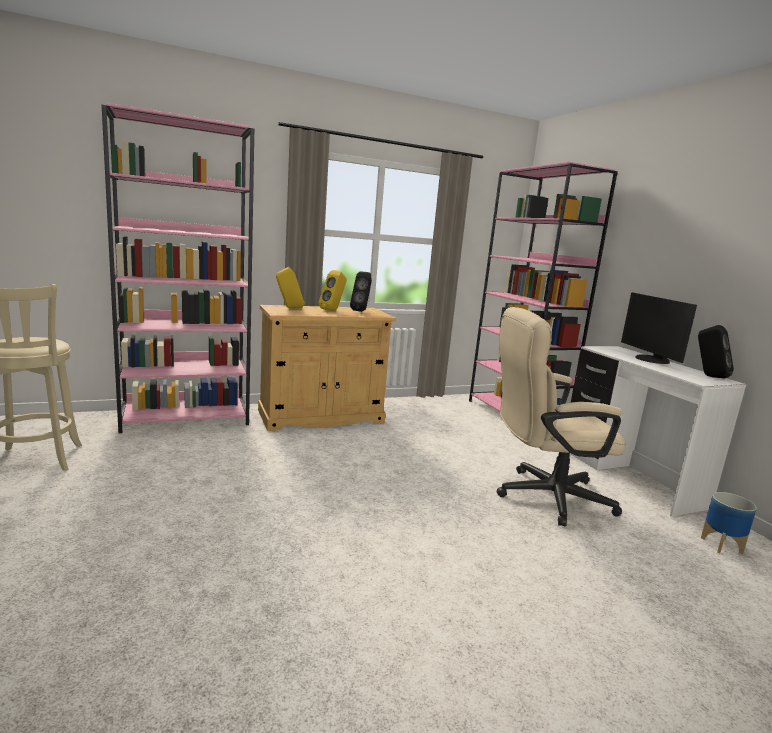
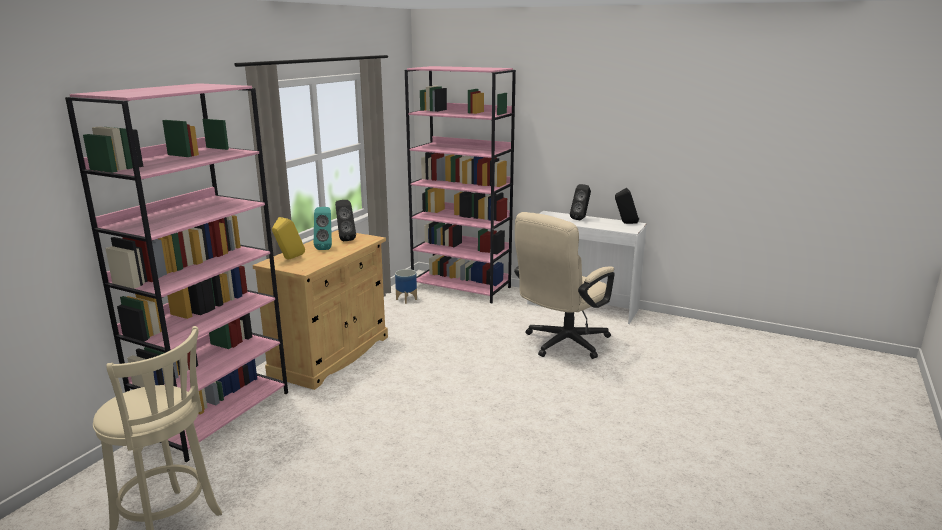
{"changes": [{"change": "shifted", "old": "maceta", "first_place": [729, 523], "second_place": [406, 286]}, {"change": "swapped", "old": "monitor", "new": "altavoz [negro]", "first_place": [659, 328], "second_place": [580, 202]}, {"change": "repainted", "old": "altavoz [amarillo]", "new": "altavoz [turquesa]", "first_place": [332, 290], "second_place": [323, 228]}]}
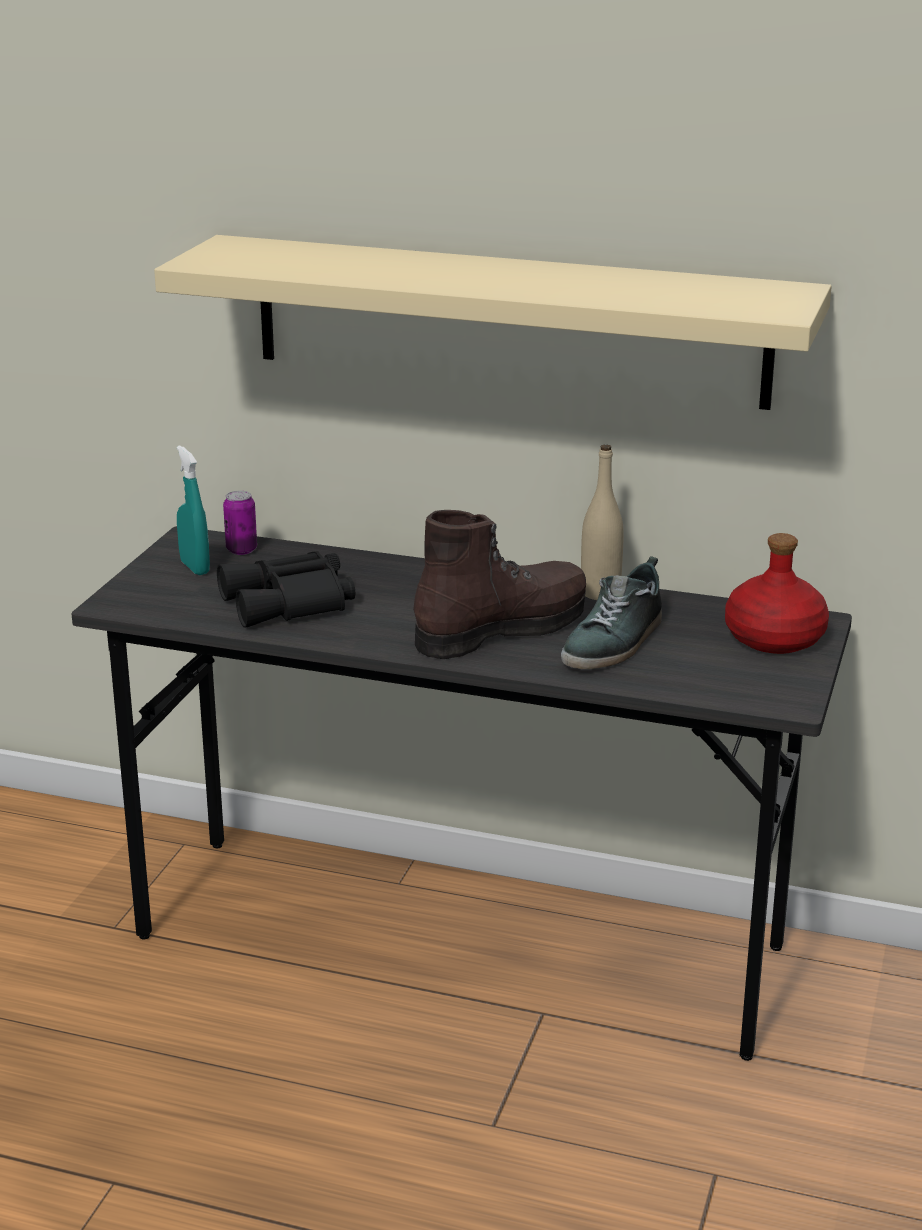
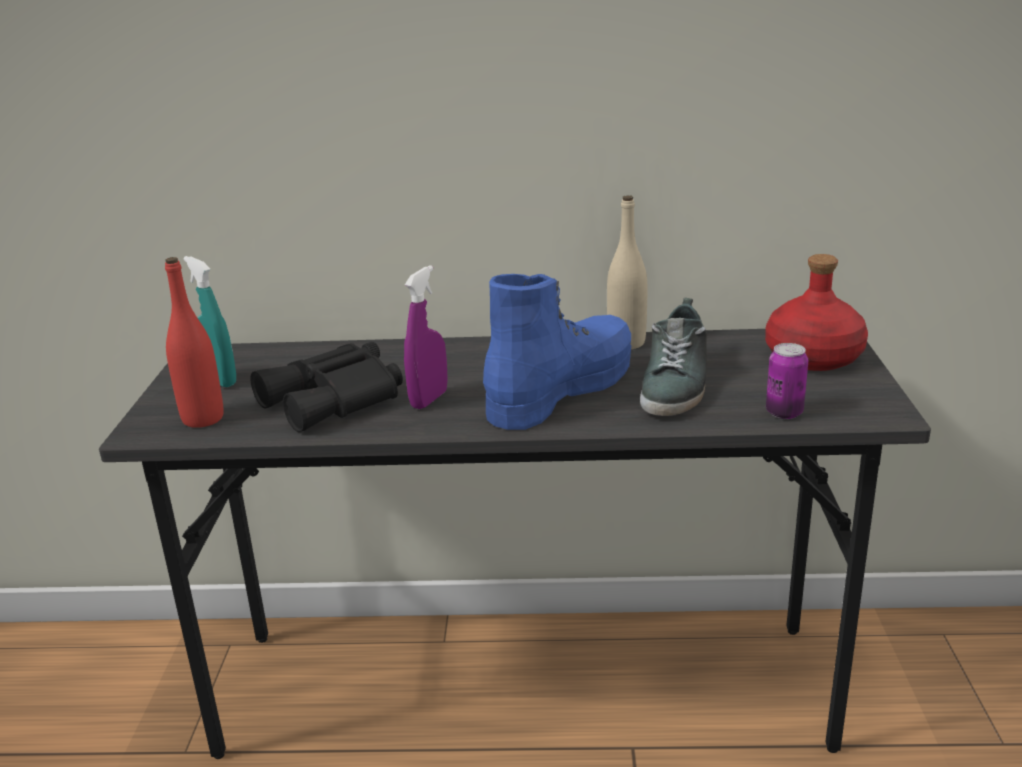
{"changes": [{"change": "gone", "old": "estante [beis]", "first_place": [493, 322]}, {"change": "new", "new": "botella [rojo]", "second_place": [194, 342]}, {"change": "new", "new": "pulverizador [morado]", "second_place": [426, 337]}, {"change": "shifted", "old": "lata", "first_place": [240, 523], "second_place": [787, 381]}, {"change": "repainted", "old": "bota [marrón]", "new": "bota [azul]", "first_place": [499, 584], "second_place": [557, 352]}]}
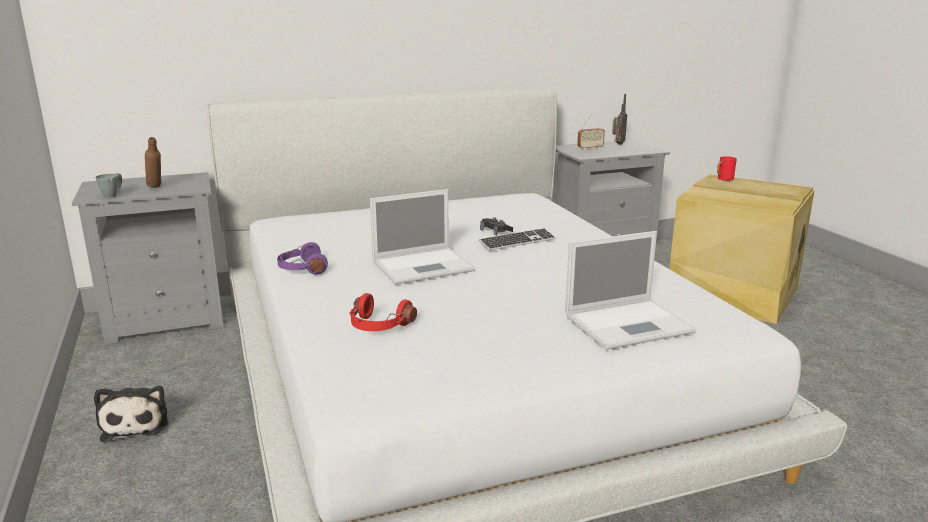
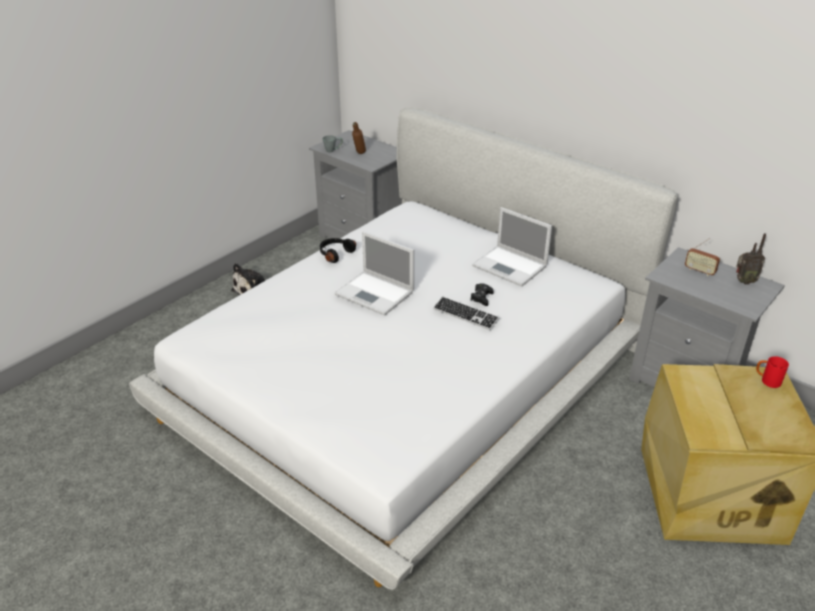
{"changes": [{"change": "gone", "old": "auriculares [rojo]", "first_place": [383, 312]}, {"change": "shifted", "old": "portátil", "first_place": [630, 290], "second_place": [512, 246]}, {"change": "repainted", "old": "auriculares [morado]", "new": "auriculares [negro]", "first_place": [302, 258], "second_place": [338, 250]}]}
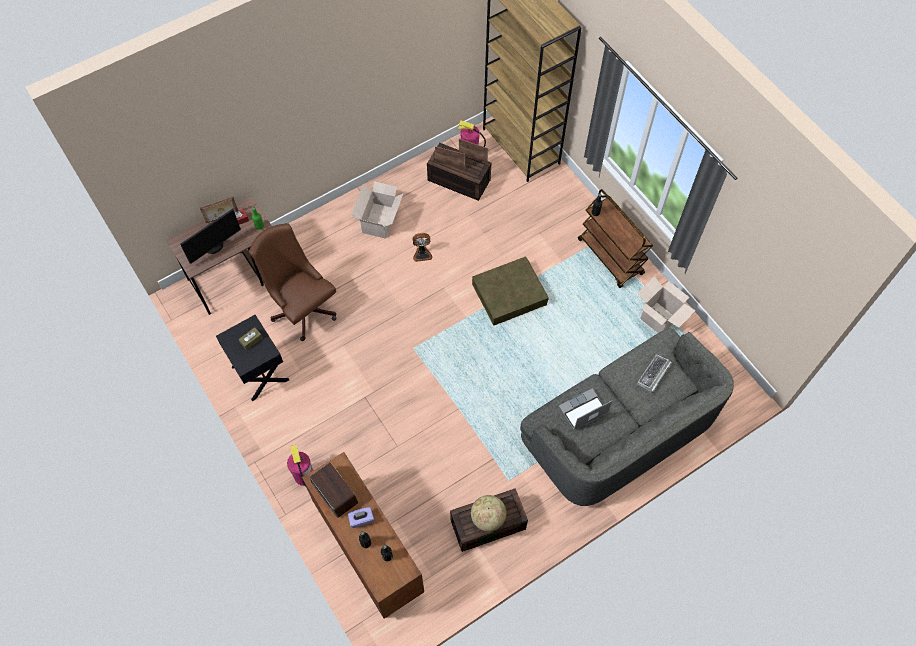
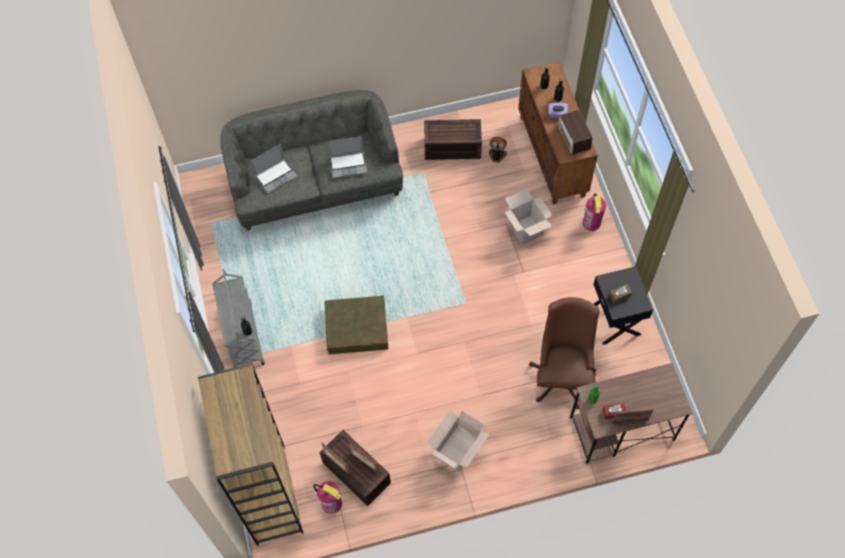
{"changes": [{"change": "gone", "old": "monitor", "first_place": [210, 236]}, {"change": "gone", "old": "globo terráqueo", "first_place": [489, 513]}, {"change": "shifted", "old": "ventilador", "first_place": [422, 247], "second_place": [498, 150]}, {"change": "shifted", "old": "caja de cartón", "first_place": [667, 304], "second_place": [528, 217]}, {"change": "swapped", "old": "teclado", "new": "portátil", "first_place": [654, 373], "second_place": [274, 169]}, {"change": "repainted", "old": "carrito [marrón]", "new": "carrito [gris]", "first_place": [615, 238], "second_place": [238, 318]}, {"change": "rotated", "old": "silla de oficina [marrón]", "first_place": [292, 282], "second_place": [564, 353], "degrees": -150}]}
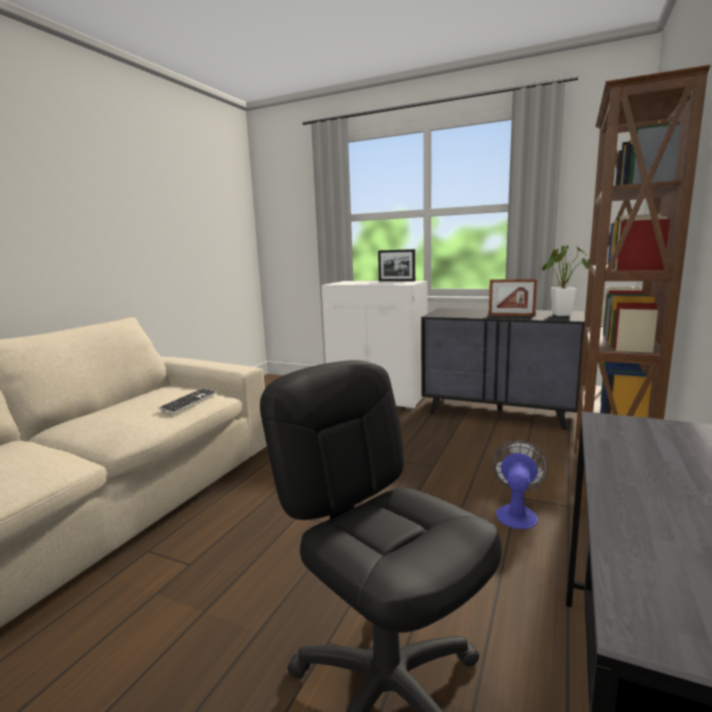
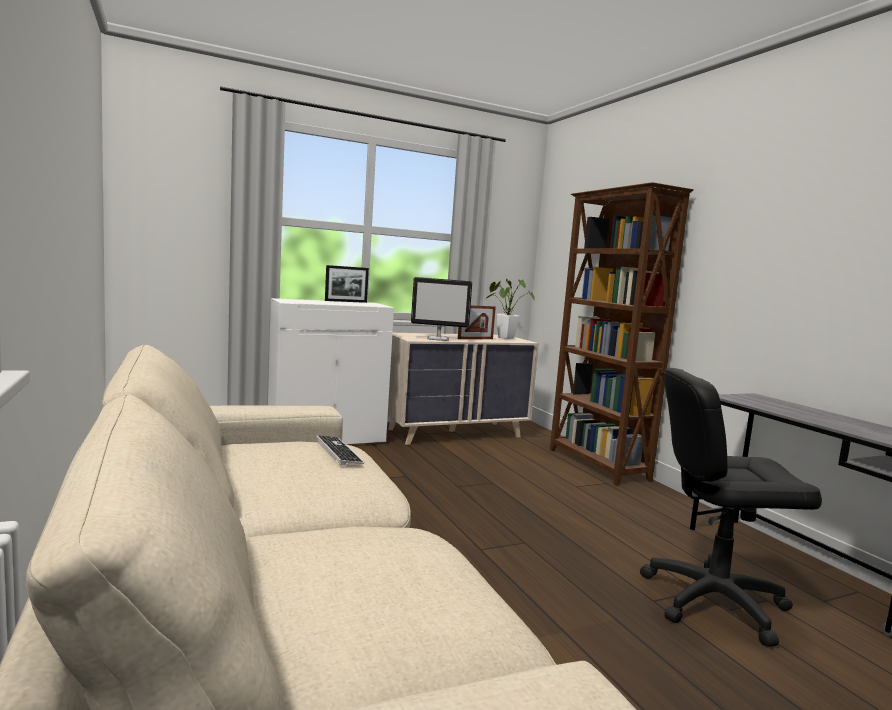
{"changes": [{"change": "gone", "old": "ventilador", "first_place": [520, 485]}, {"change": "new", "new": "monitor", "second_place": [441, 309]}, {"change": "repainted", "old": "cómoda [negro]", "new": "cómoda [beis]", "first_place": [503, 369], "second_place": [463, 389]}]}
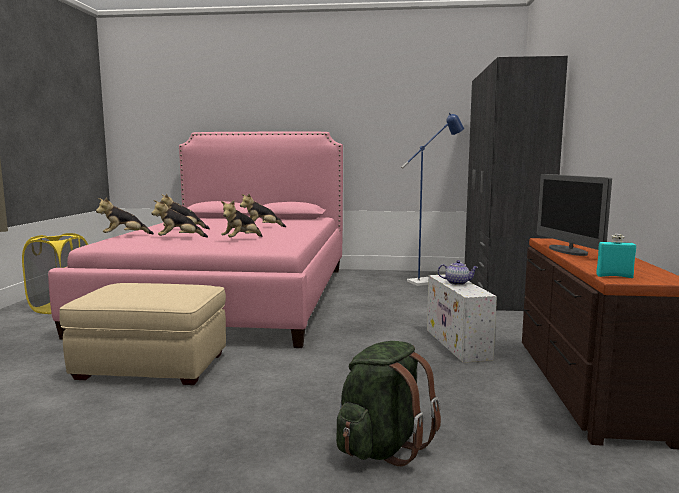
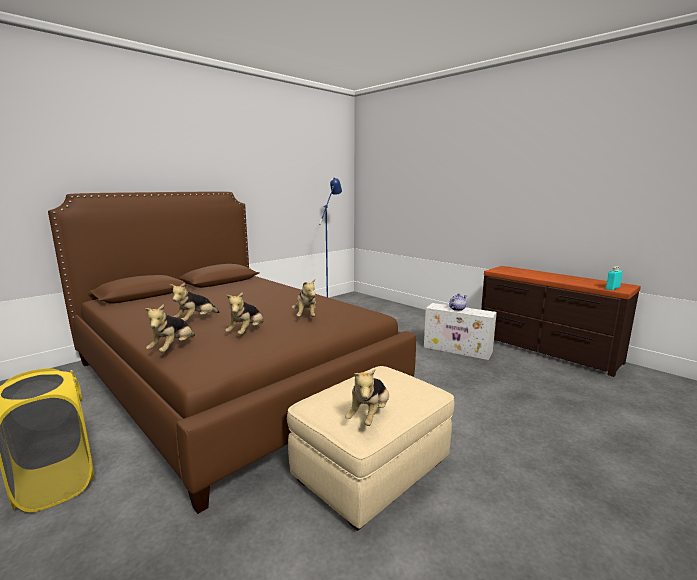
{"changes": [{"change": "gone", "old": "mochila [verde]", "first_place": [388, 403]}, {"change": "gone", "old": "armario ropero [gris]", "first_place": [516, 183]}, {"change": "gone", "old": "monitor", "first_place": [574, 215]}, {"change": "shifted", "old": "peluche", "first_place": [263, 210], "second_place": [367, 397]}, {"change": "repainted", "old": "cama [rosa]", "new": "cama [marrón]", "first_place": [195, 239], "second_place": [232, 353]}]}
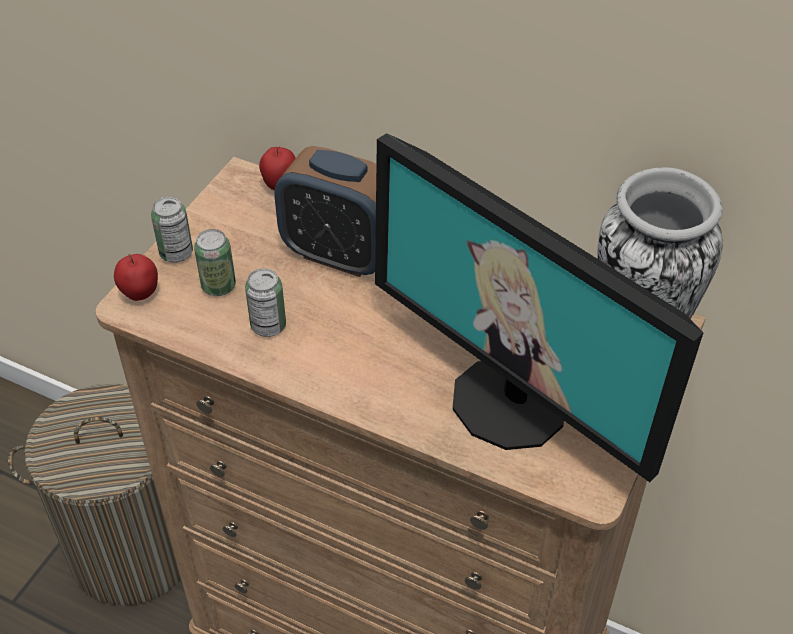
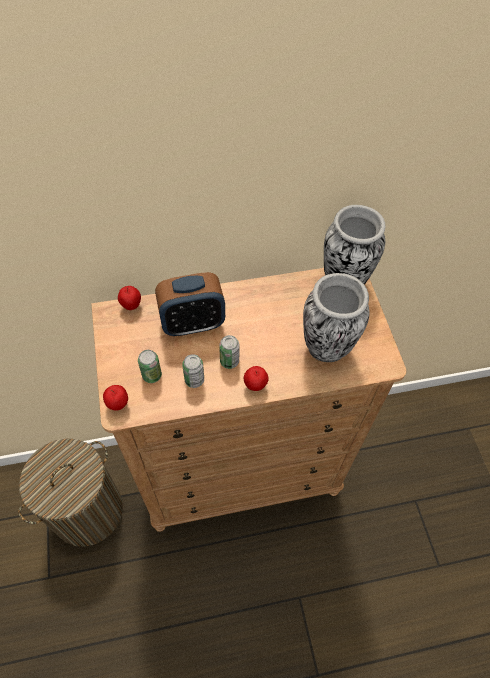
{"changes": [{"change": "new", "new": "manzana", "second_place": [256, 378]}, {"change": "shifted", "old": "lata", "first_place": [172, 229], "second_place": [229, 352]}, {"change": "swapped", "old": "monitor", "new": "florero", "first_place": [539, 307], "second_place": [336, 317]}]}
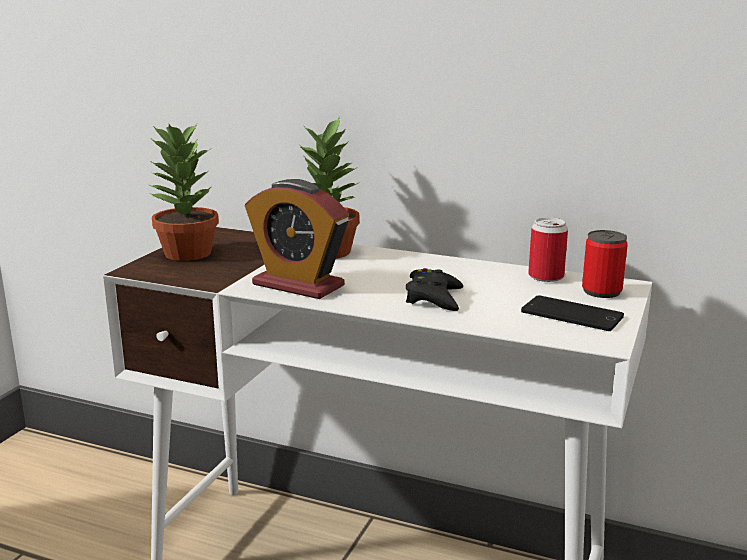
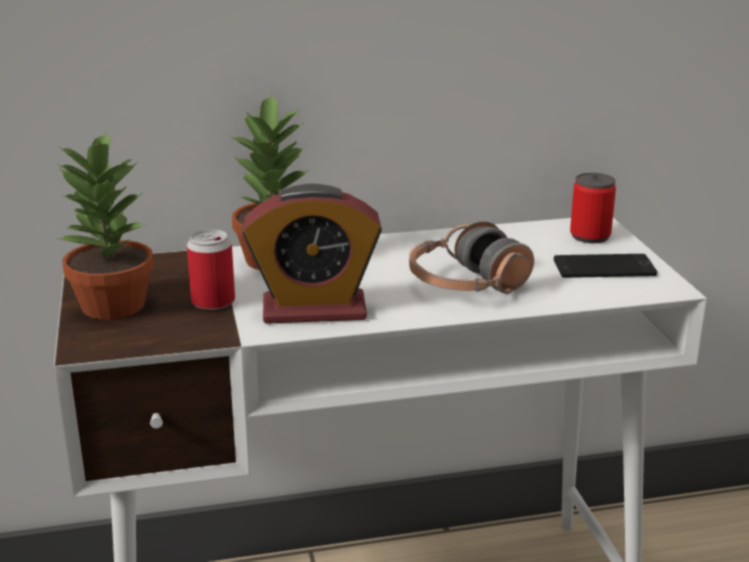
{"changes": [{"change": "shifted", "old": "lata", "first_place": [548, 249], "second_place": [211, 269]}, {"change": "swapped", "old": "mando de consola [negro]", "new": "auriculares", "first_place": [434, 289], "second_place": [471, 258]}]}
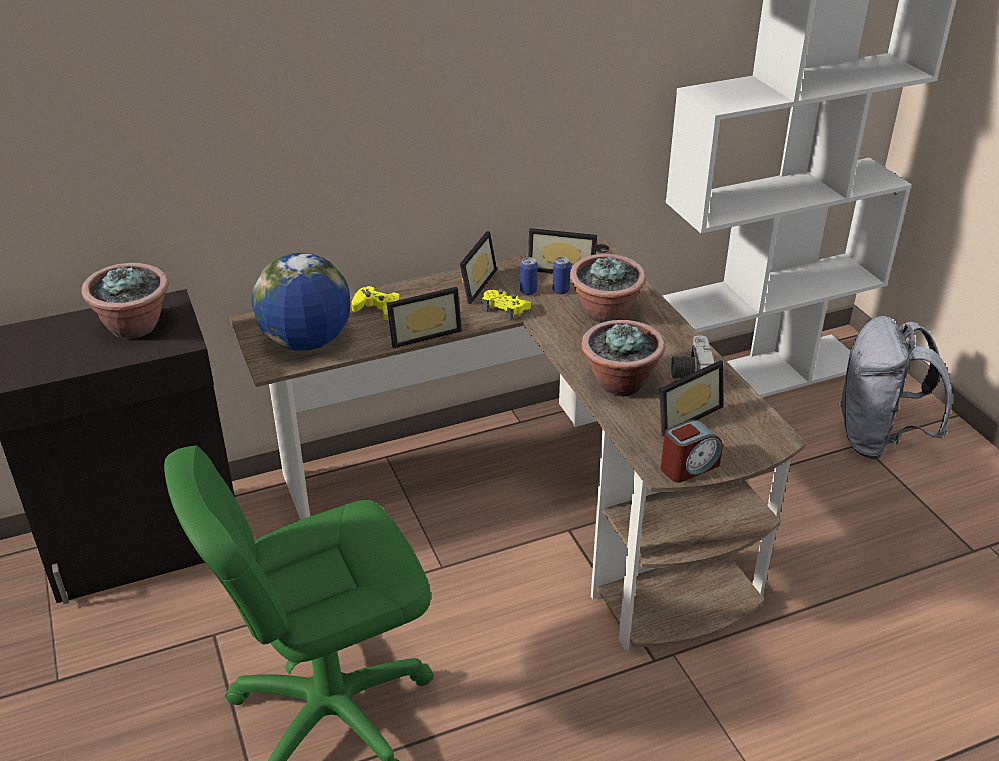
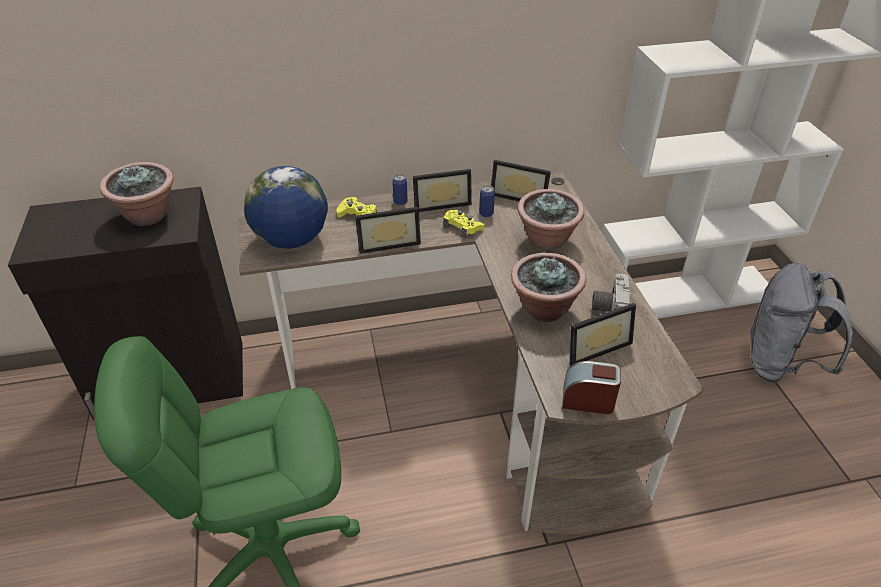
{"changes": [{"change": "shifted", "old": "lata", "first_place": [562, 276], "second_place": [400, 190]}, {"change": "rotated", "old": "portarretratos", "first_place": [478, 267], "second_place": [442, 190], "degrees": 45}, {"change": "rotated", "old": "despertador", "first_place": [691, 451], "second_place": [591, 387], "degrees": -150}]}
